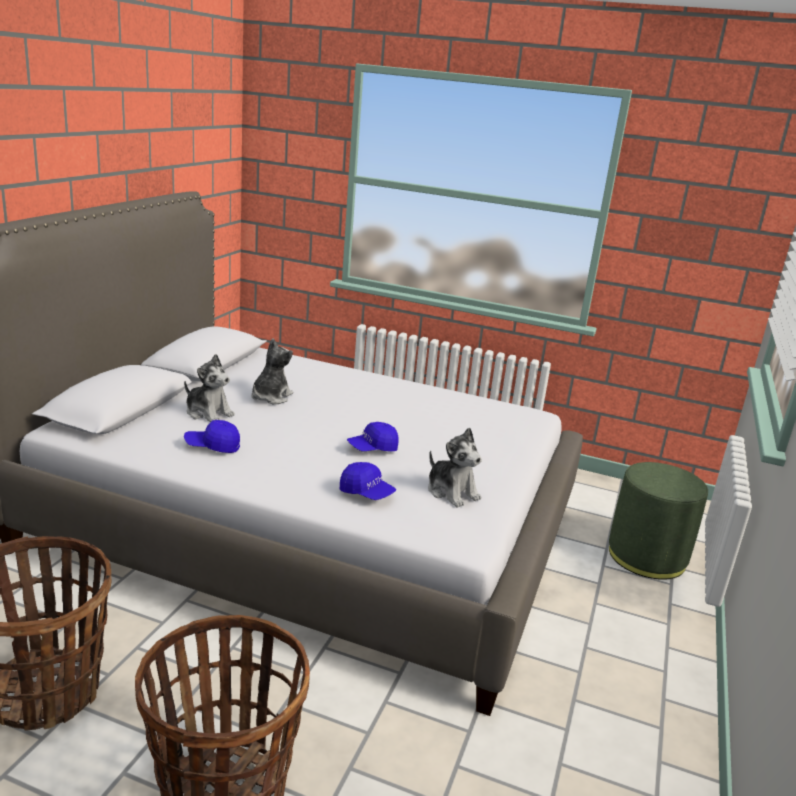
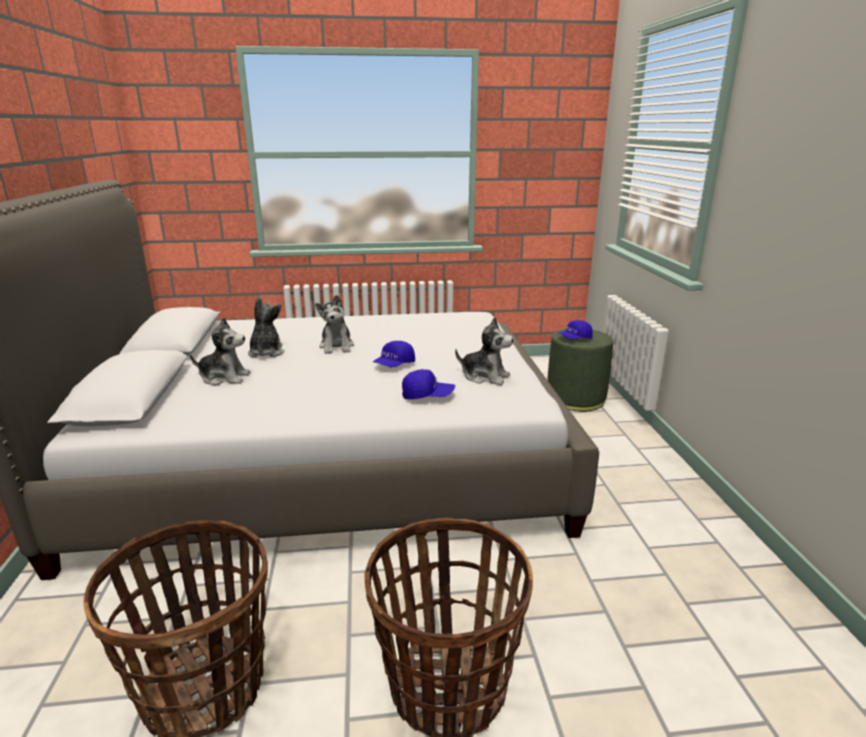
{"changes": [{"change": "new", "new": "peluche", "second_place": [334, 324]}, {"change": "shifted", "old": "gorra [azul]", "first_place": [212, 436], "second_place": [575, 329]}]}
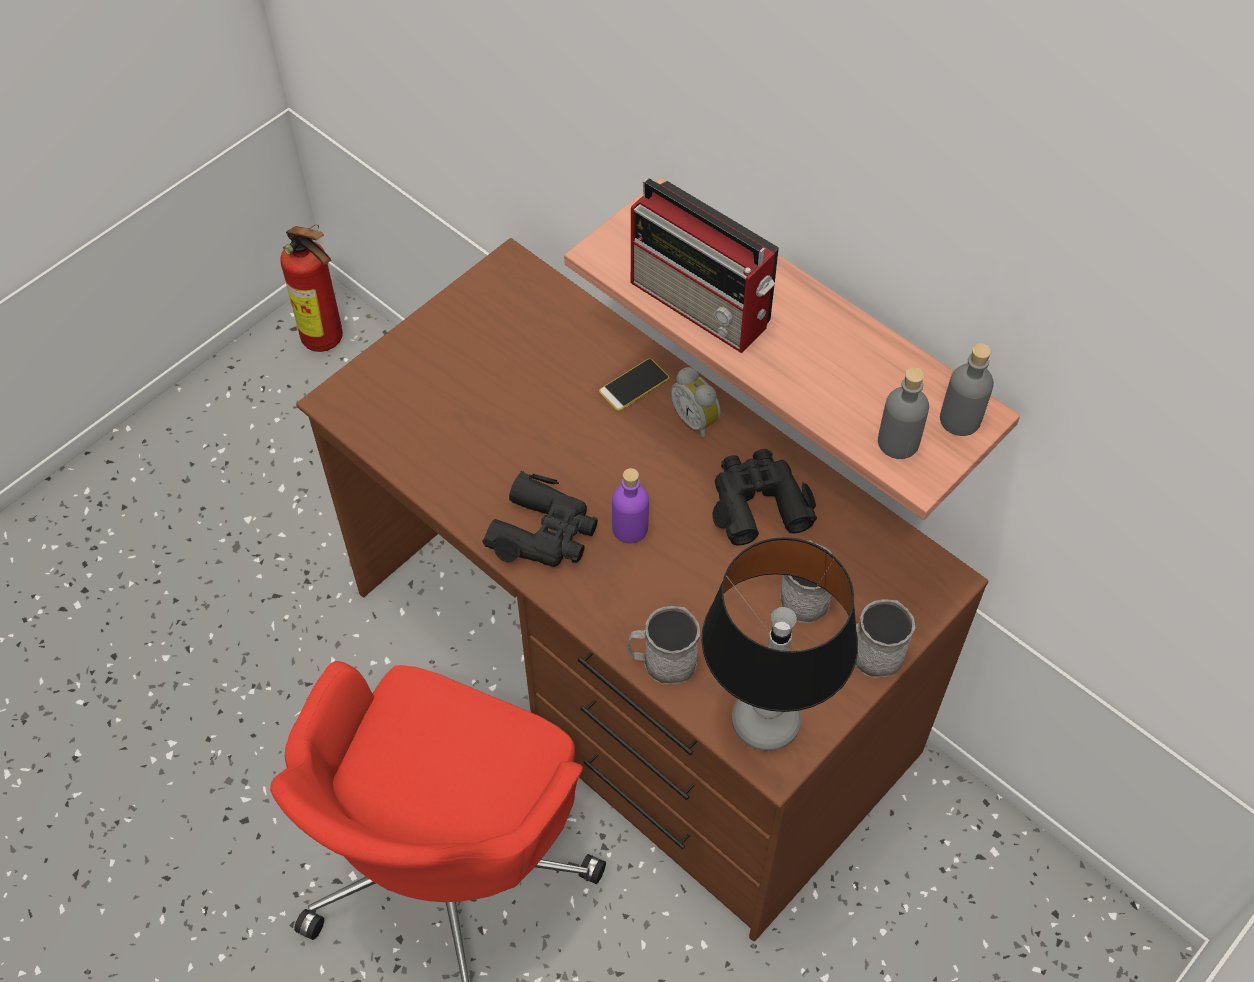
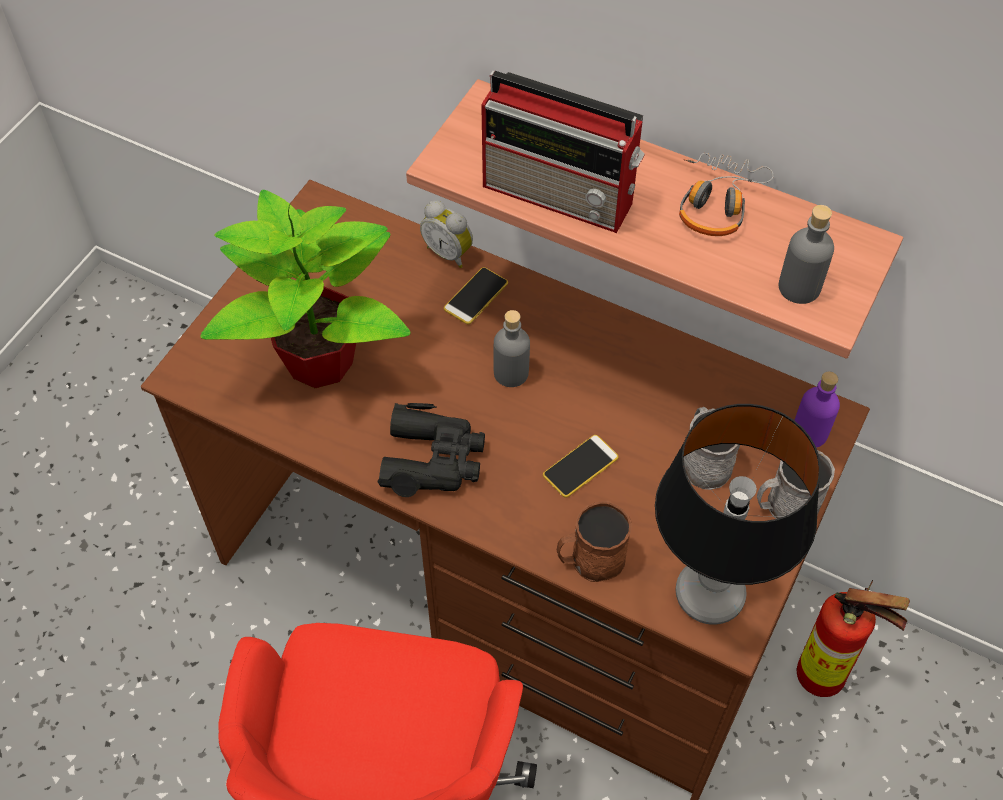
{"changes": [{"change": "gone", "old": "prismáticos [negro]", "first_place": [765, 497]}, {"change": "new", "new": "planta en maceta", "second_place": [305, 289]}, {"change": "new", "new": "móvil", "second_place": [580, 466]}, {"change": "new", "new": "auriculares", "second_place": [726, 194]}, {"change": "shifted", "old": "extintor", "first_place": [311, 288], "second_place": [853, 638]}, {"change": "shifted", "old": "botella [morado]", "first_place": [630, 506], "second_place": [817, 410]}, {"change": "shifted", "old": "despertador", "first_place": [695, 403], "second_place": [446, 234]}, {"change": "shifted", "old": "botella [gris]", "first_place": [967, 389], "second_place": [511, 348]}, {"change": "repainted", "old": "taza grande [gris]", "new": "taza grande [marrón]", "first_place": [663, 645], "second_place": [594, 541]}]}
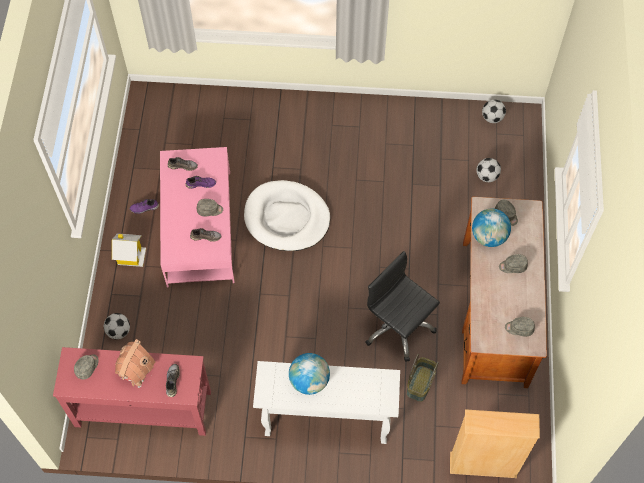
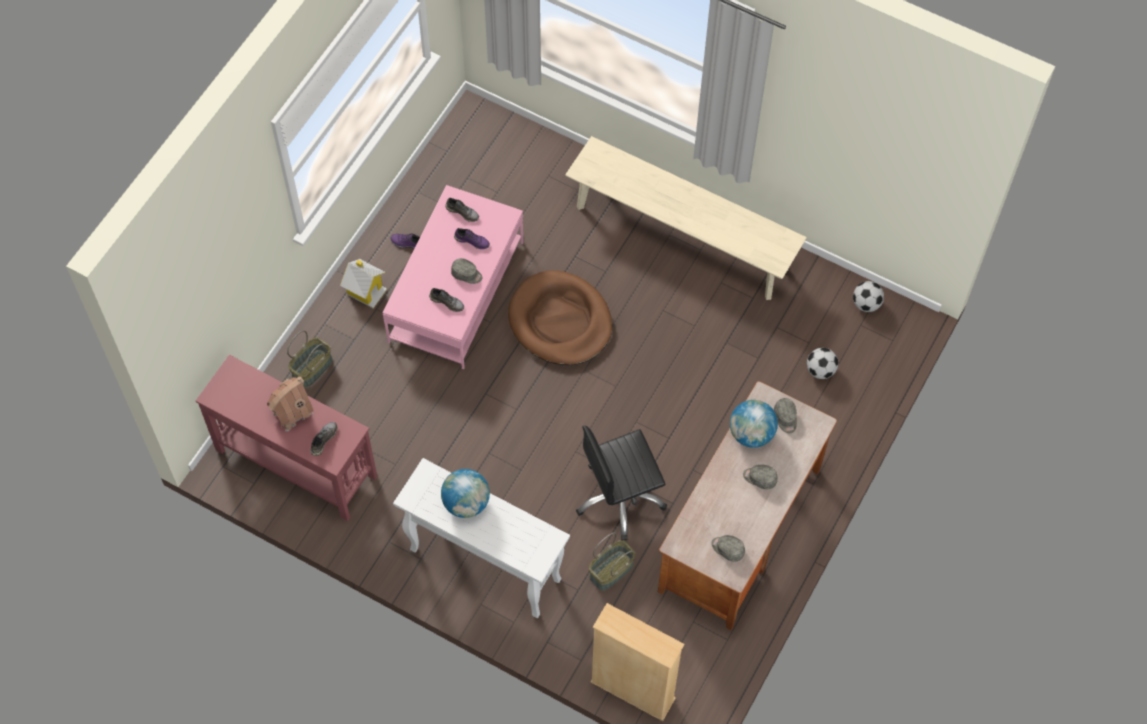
{"changes": [{"change": "gone", "old": "gorra [gris]", "first_place": [86, 366]}, {"change": "new", "new": "banco [beis]", "second_place": [686, 218]}, {"change": "swapped", "old": "balón de fútbol", "new": "cesta", "first_place": [117, 326], "second_place": [310, 359]}, {"change": "repainted", "old": "cama para perro [blanco]", "new": "cama para perro [marrón]", "first_place": [287, 215], "second_place": [560, 317]}, {"change": "rotated", "old": "silla de oficina [negro]", "first_place": [402, 306], "second_place": [621, 483], "degrees": -90}]}
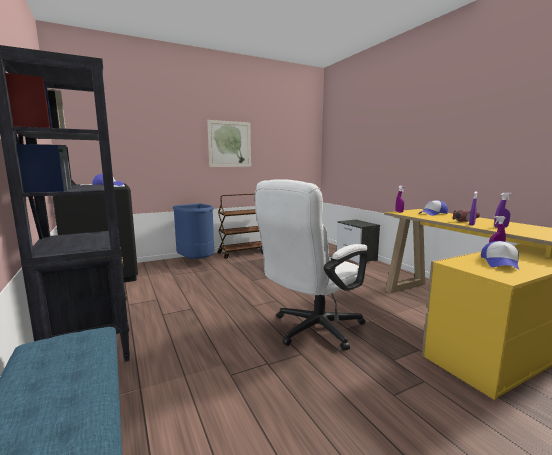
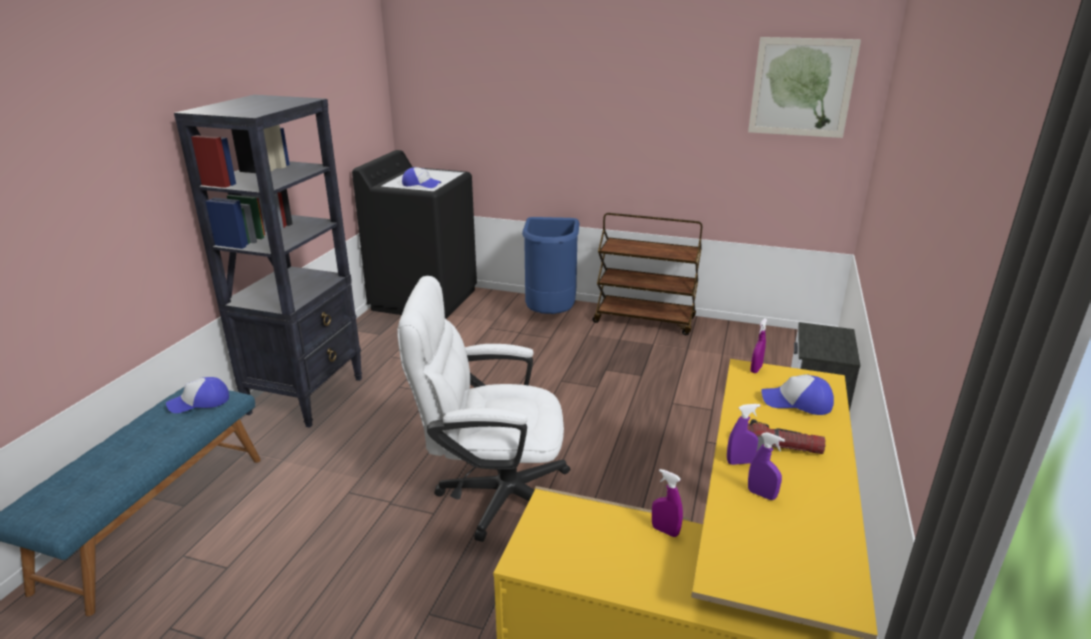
{"changes": [{"change": "shifted", "old": "cuadro", "first_place": [229, 143], "second_place": [804, 87]}, {"change": "shifted", "old": "gorra", "first_place": [500, 255], "second_place": [197, 395]}]}
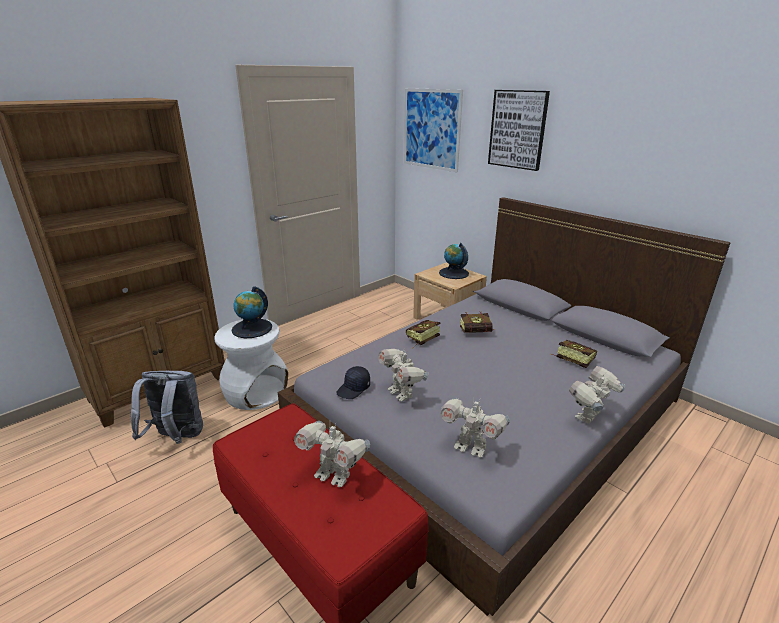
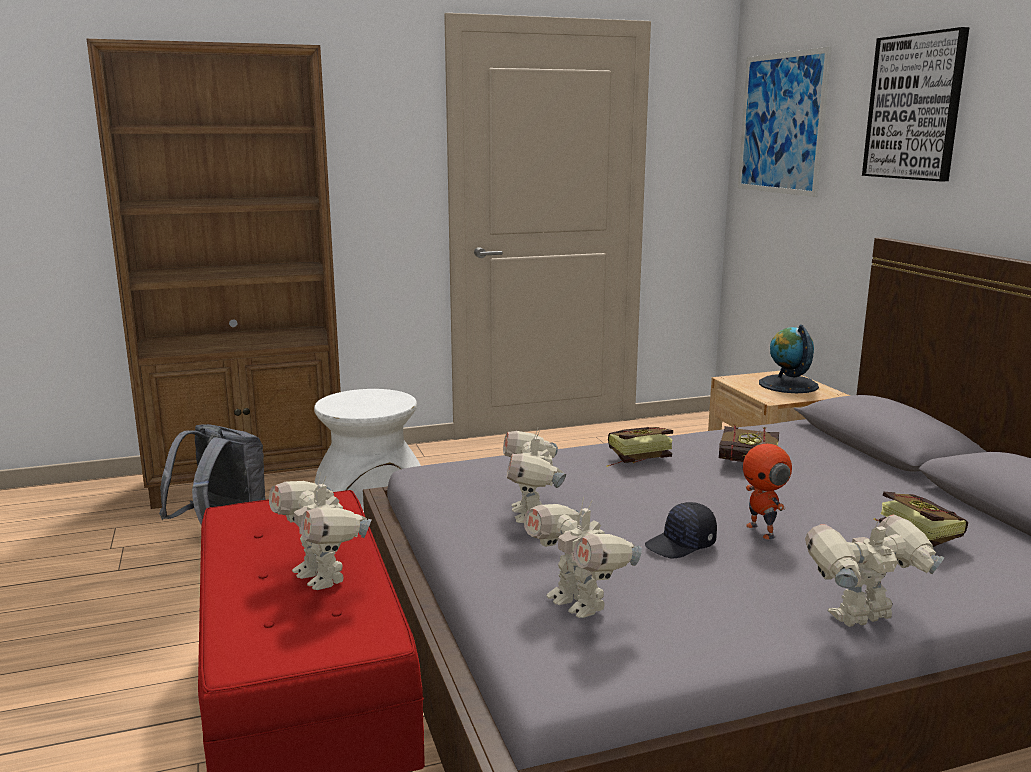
{"changes": [{"change": "gone", "old": "globo terráqueo", "first_place": [251, 312]}, {"change": "new", "new": "robot de juguete", "second_place": [767, 485]}, {"change": "shifted", "old": "gorra [negro]", "first_place": [353, 382], "second_place": [681, 530]}]}
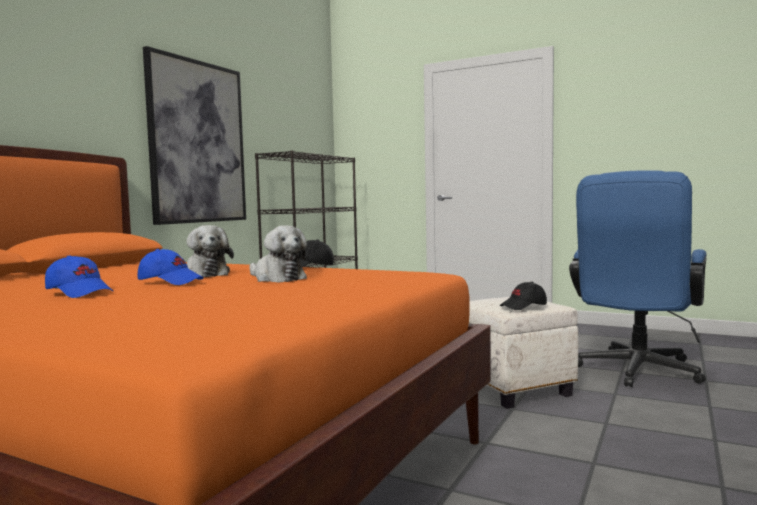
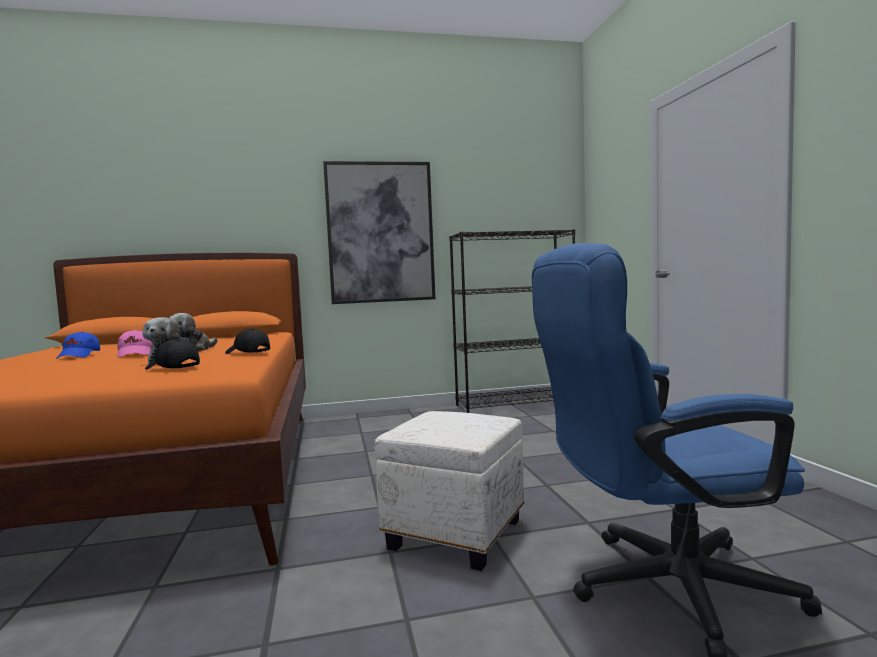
{"changes": [{"change": "shifted", "old": "gorra [negro]", "first_place": [523, 296], "second_place": [172, 354]}, {"change": "repainted", "old": "gorra [azul]", "new": "gorra [rosa]", "first_place": [170, 267], "second_place": [134, 344]}]}
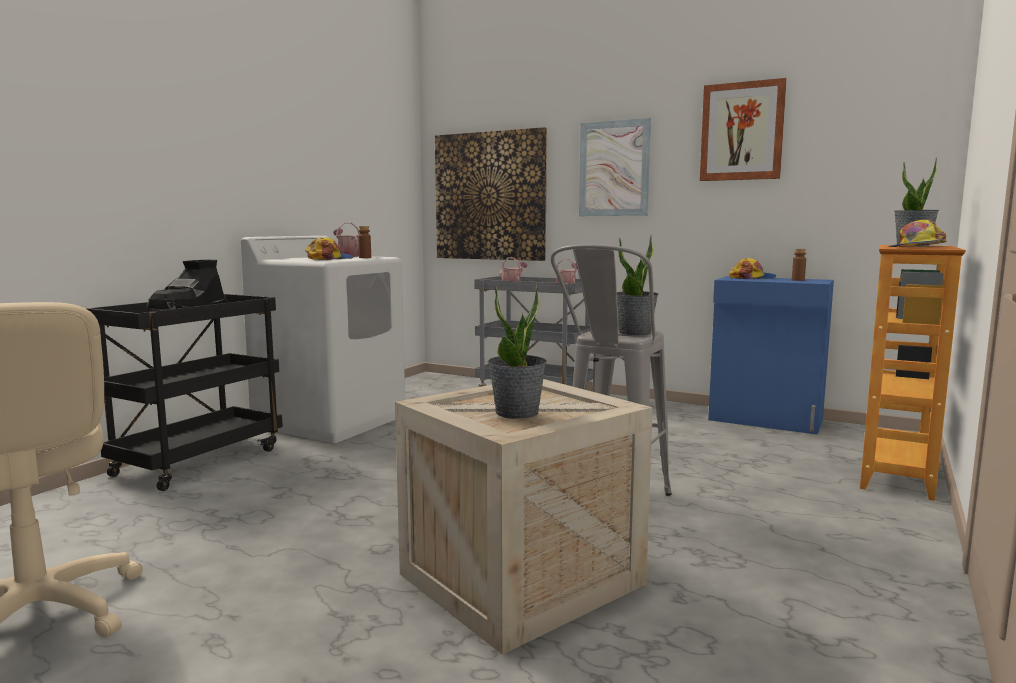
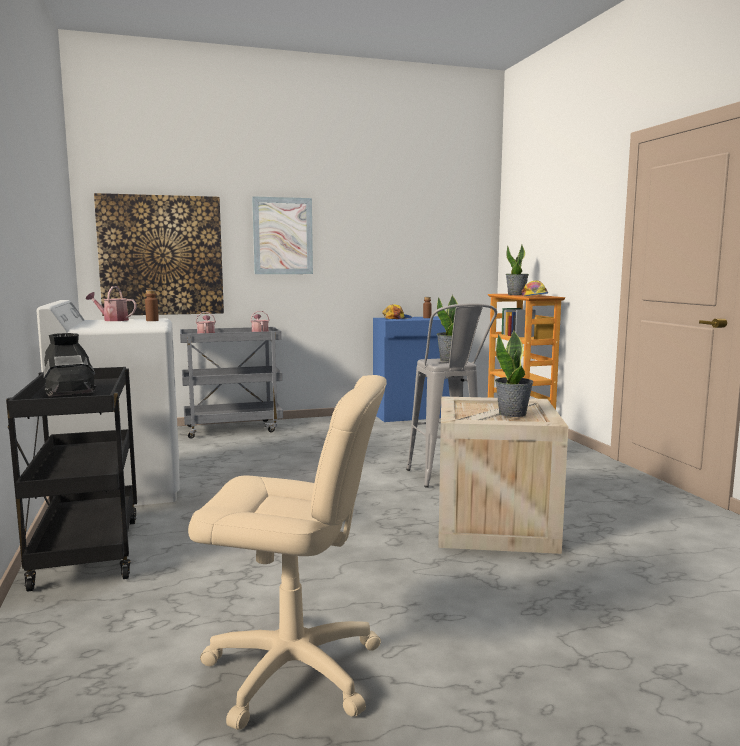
{"changes": [{"change": "gone", "old": "gorra", "first_place": [329, 248]}, {"change": "gone", "old": "cuadro", "first_place": [743, 129]}]}
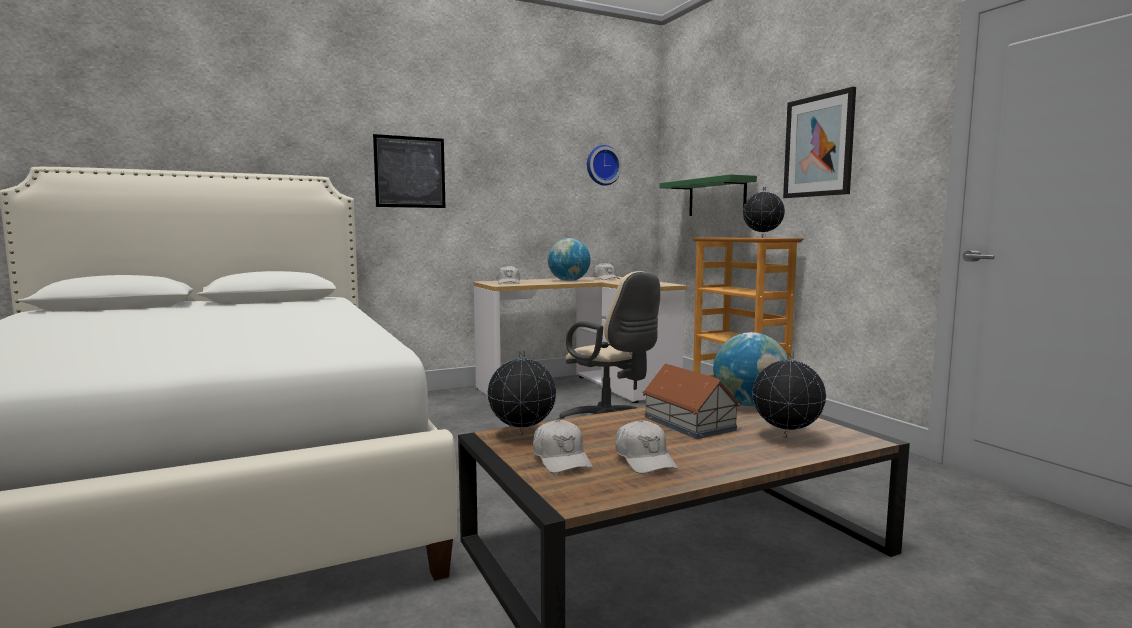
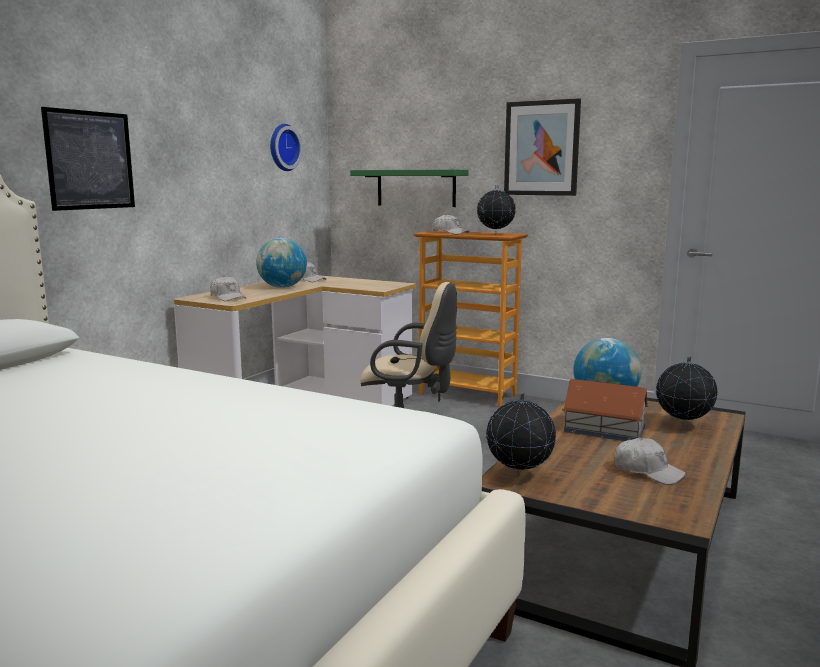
{"changes": [{"change": "shifted", "old": "gorra [blanco]", "first_place": [562, 446], "second_place": [450, 224]}]}
